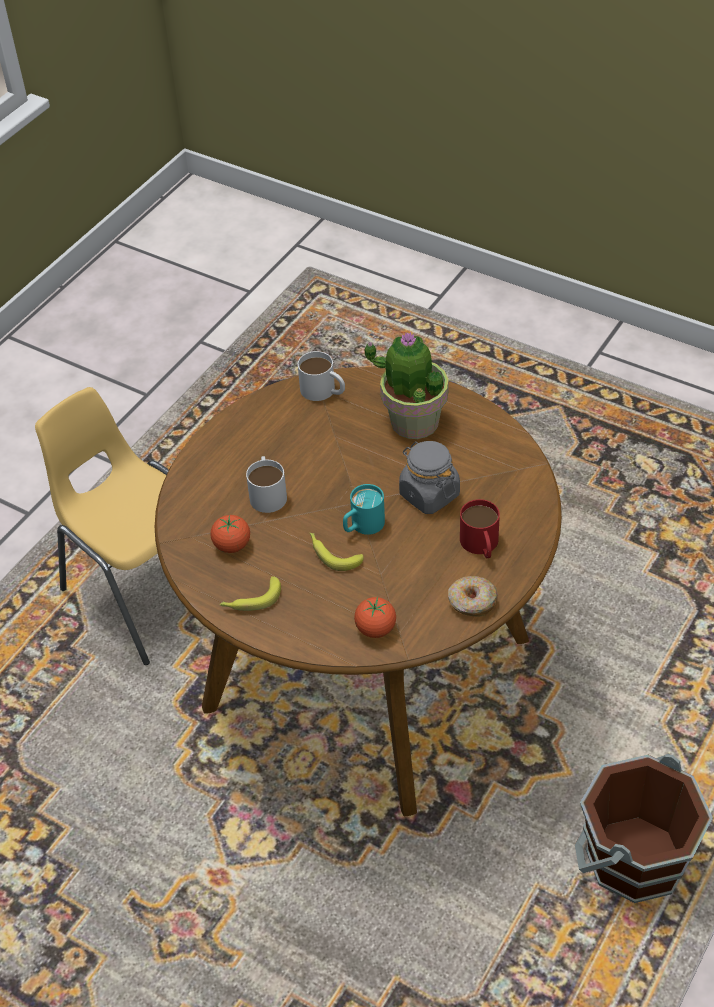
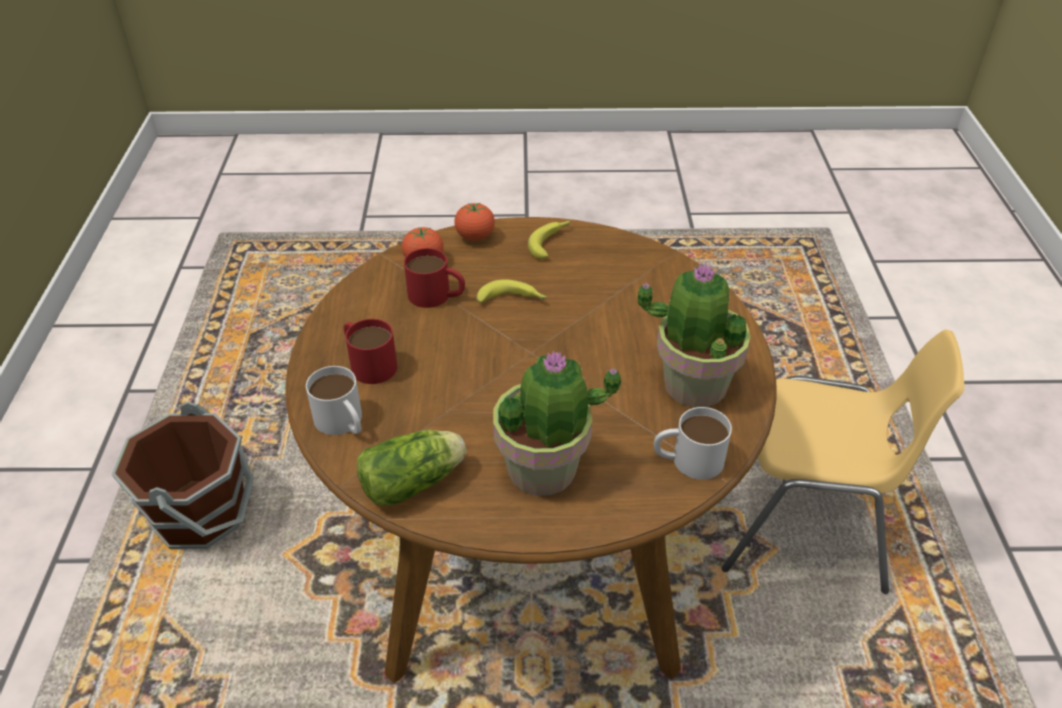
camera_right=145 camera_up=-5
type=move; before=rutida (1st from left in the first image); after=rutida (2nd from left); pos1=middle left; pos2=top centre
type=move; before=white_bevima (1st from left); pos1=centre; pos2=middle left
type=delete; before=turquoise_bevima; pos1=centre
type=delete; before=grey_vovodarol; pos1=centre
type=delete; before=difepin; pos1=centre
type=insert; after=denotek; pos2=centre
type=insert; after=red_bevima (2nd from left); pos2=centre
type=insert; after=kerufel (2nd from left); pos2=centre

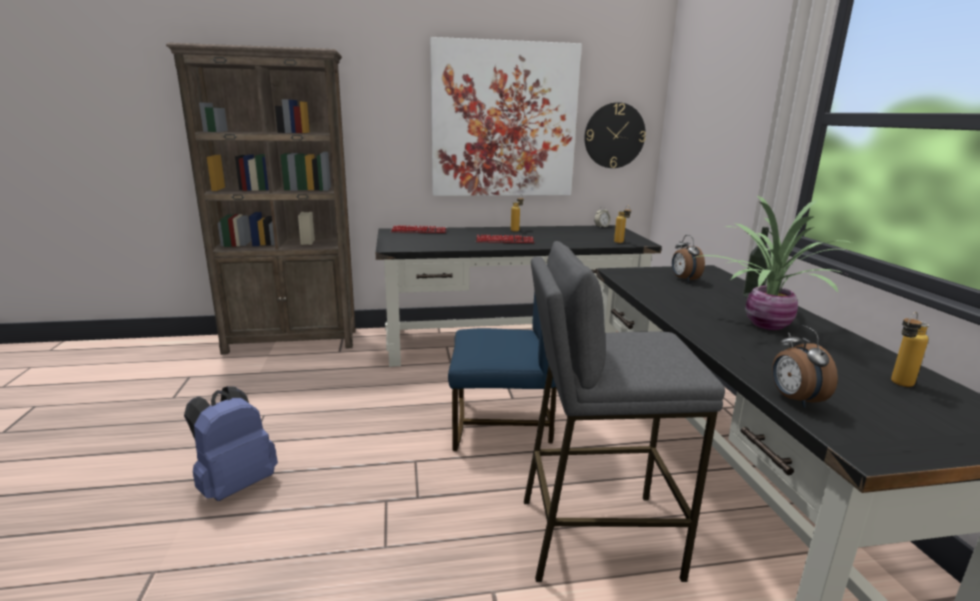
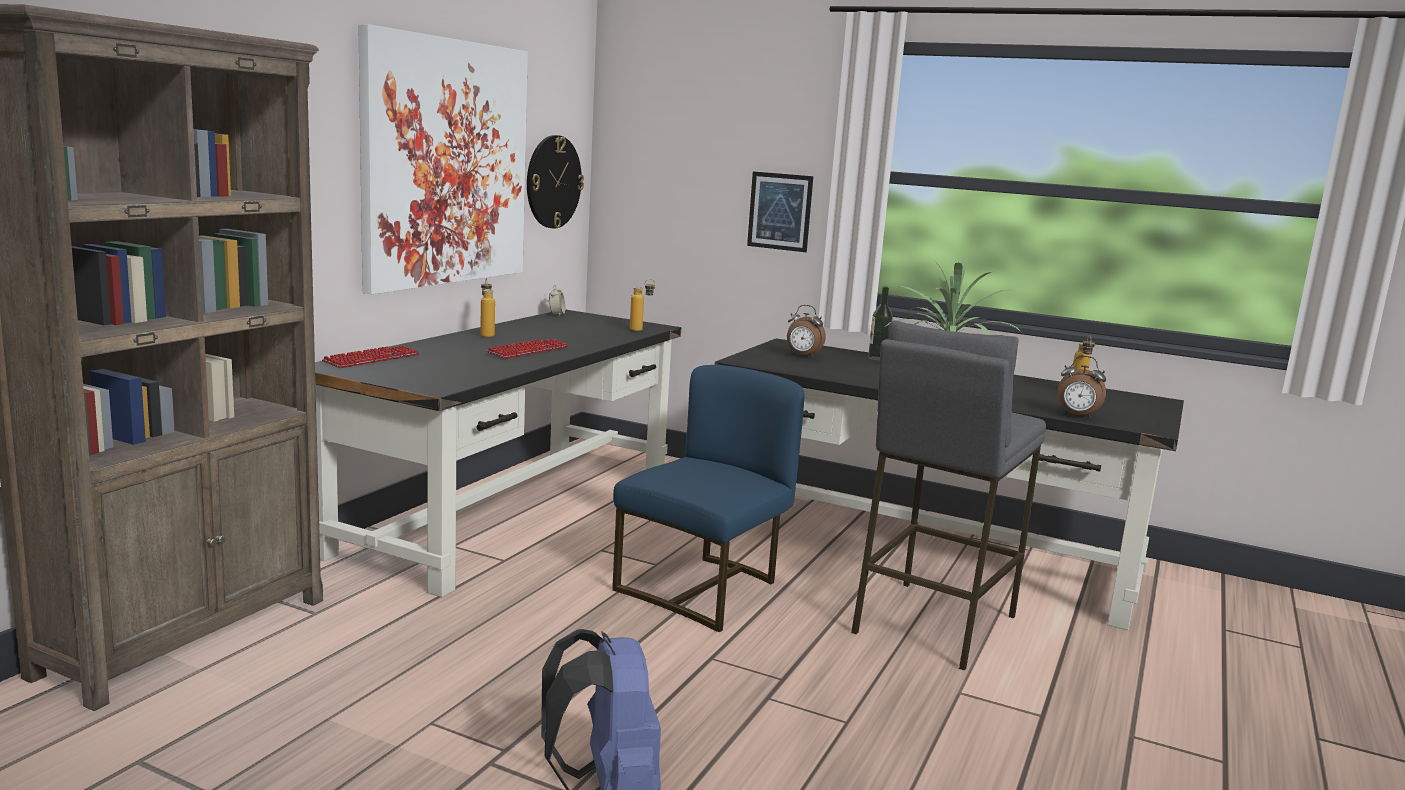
camera_right=-55 camera_up=-5
type=insert; after=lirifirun (2nd from left); pos2=top centre

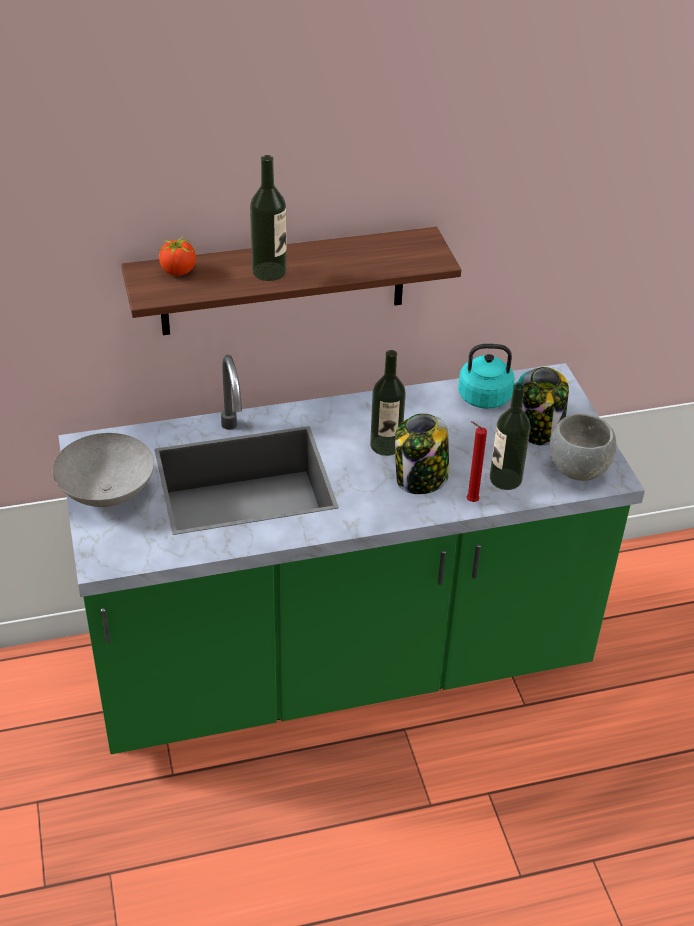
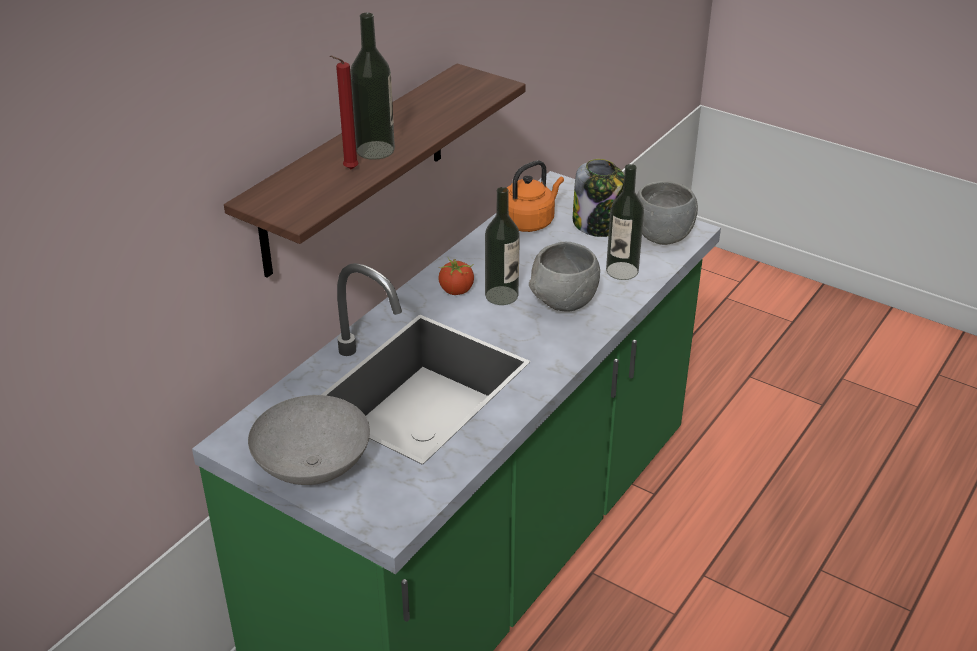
camera_right=-40 camera_up=-5
type=move; before=rutida; pos1=top left; pos2=centre
type=replace; before=vovodarol (1st from left); after=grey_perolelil (2nd from left); pos1=centre; pos2=centre
type=recolor; before=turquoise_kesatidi; after=orange_kesatidi; pos1=middle right; pos2=top centre
type=move; before=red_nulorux; pos1=middle right; pos2=top centre

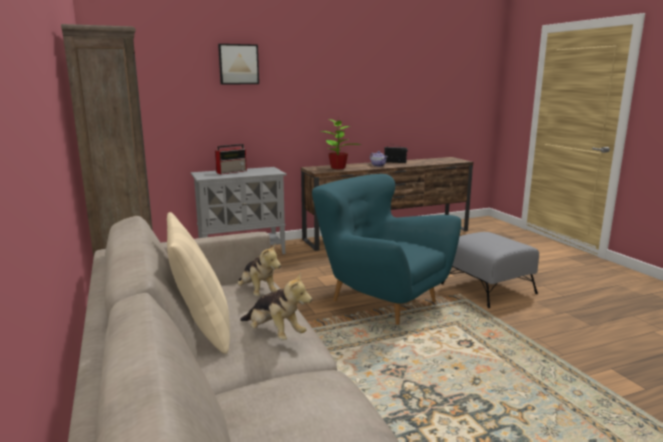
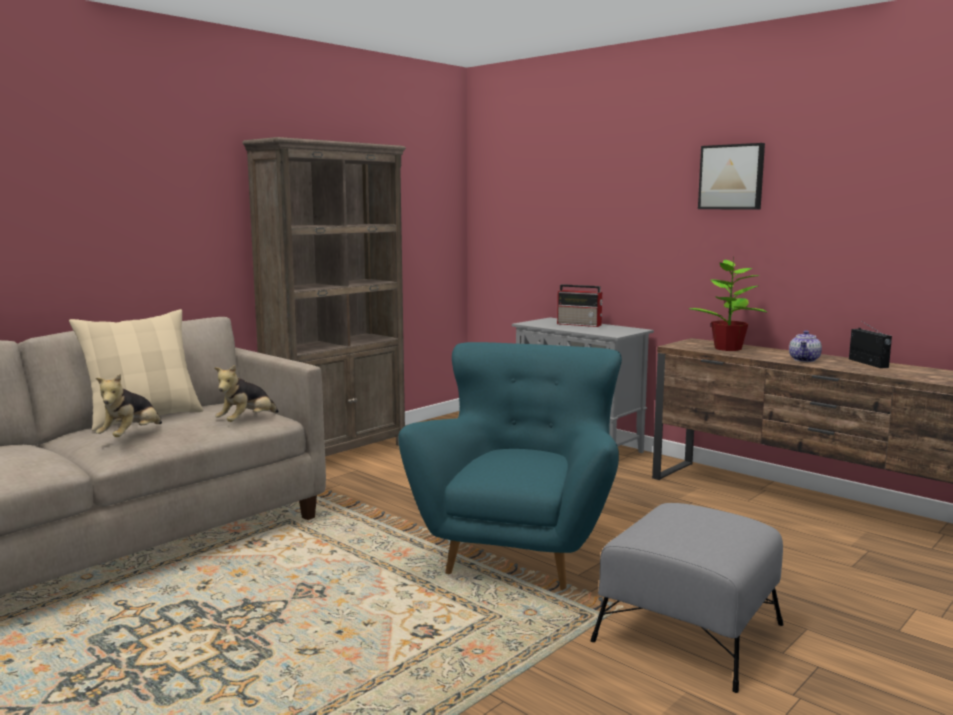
camera_right=65 camera_up=-5
type=move; before=lirifirun; pos1=top centre; pos2=top right

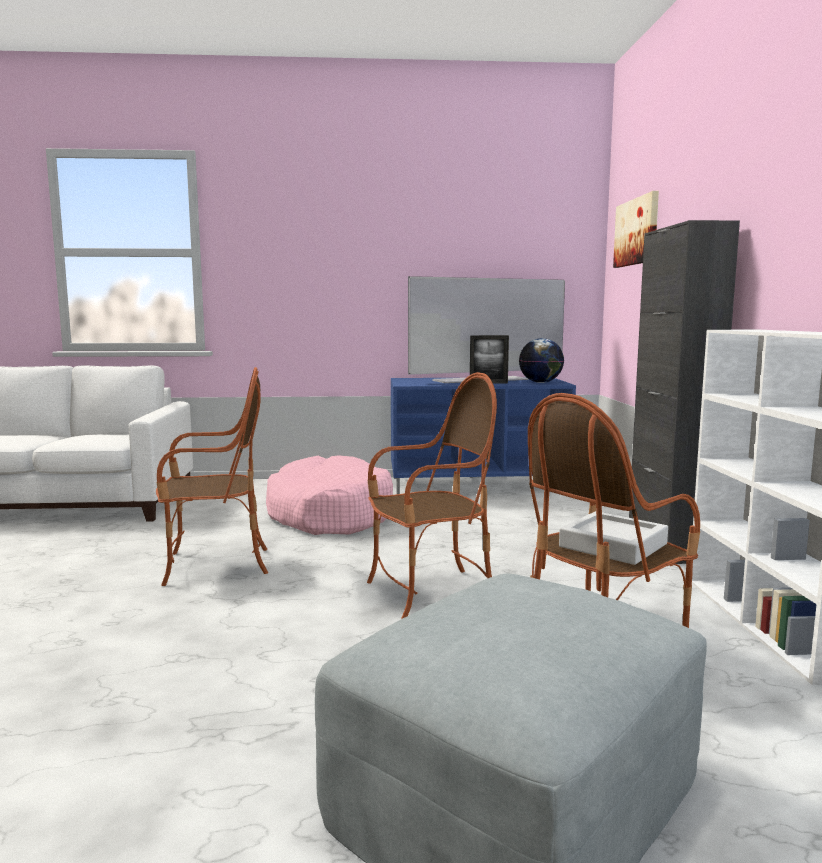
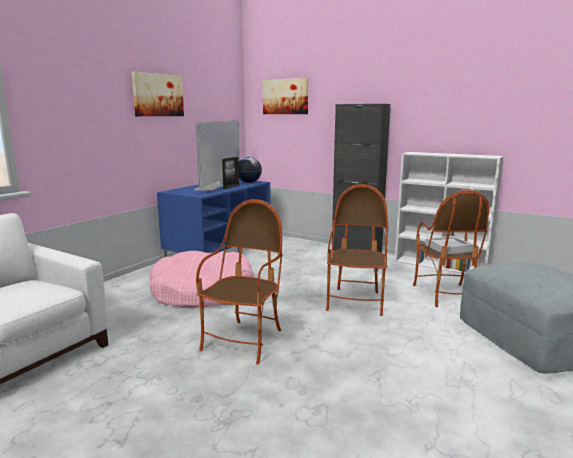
camera_right=-55 camera_up=5
type=insert; after=lirifirun (1st from left); pos2=top left

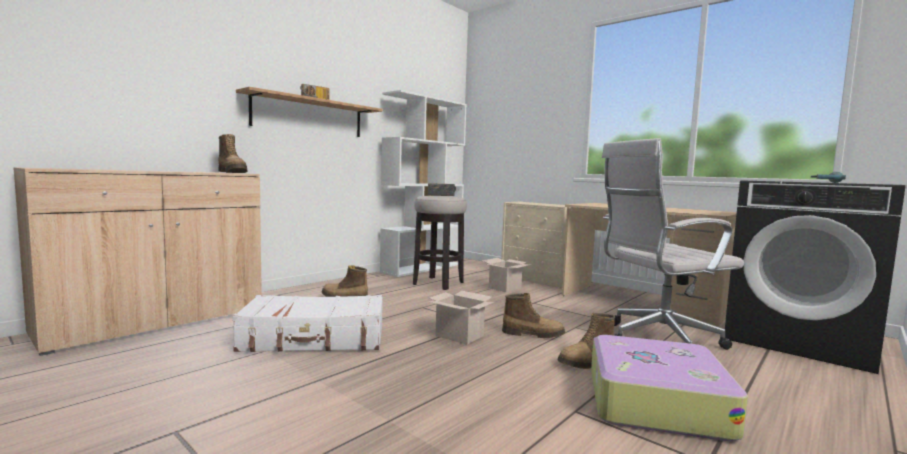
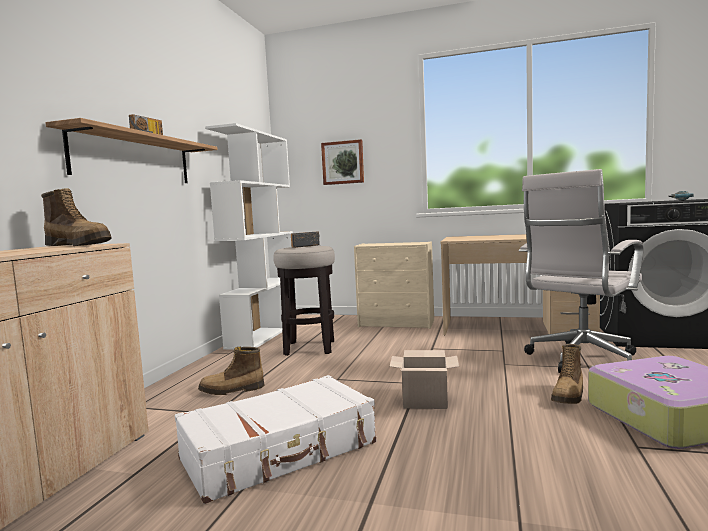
camera_right=-25 camera_up=0
type=delete; before=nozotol (2nd from left); pos1=centre
type=delete; before=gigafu (3rd from left); pos1=bottom centre
type=insert; after=lirifirun; pos2=top centre

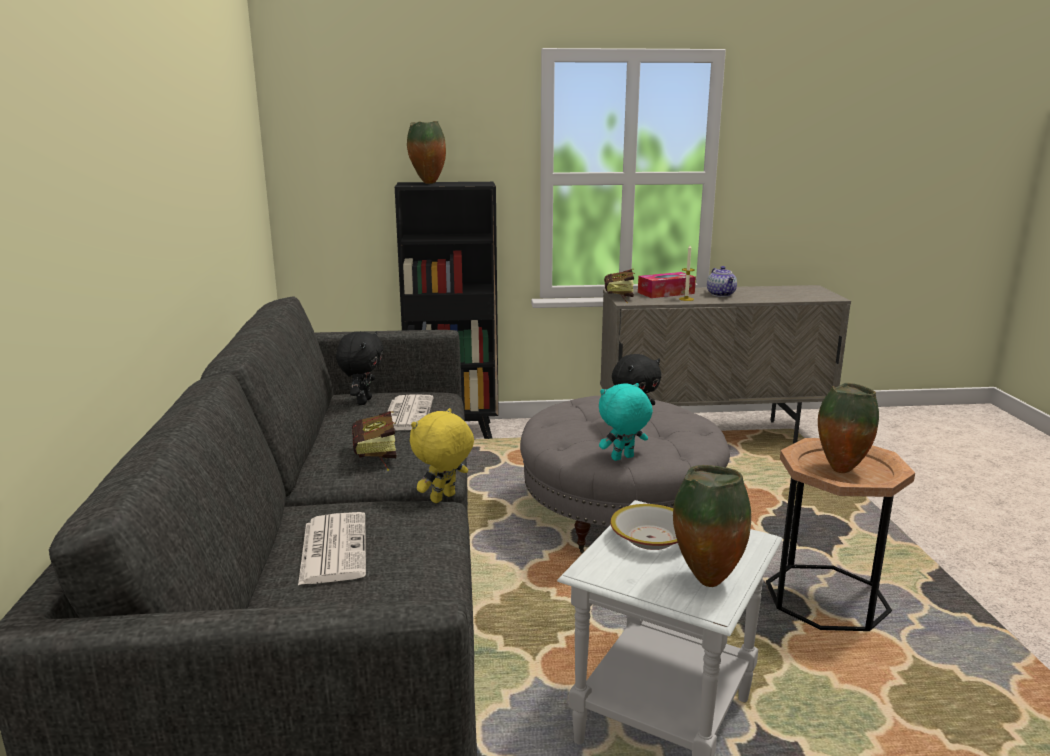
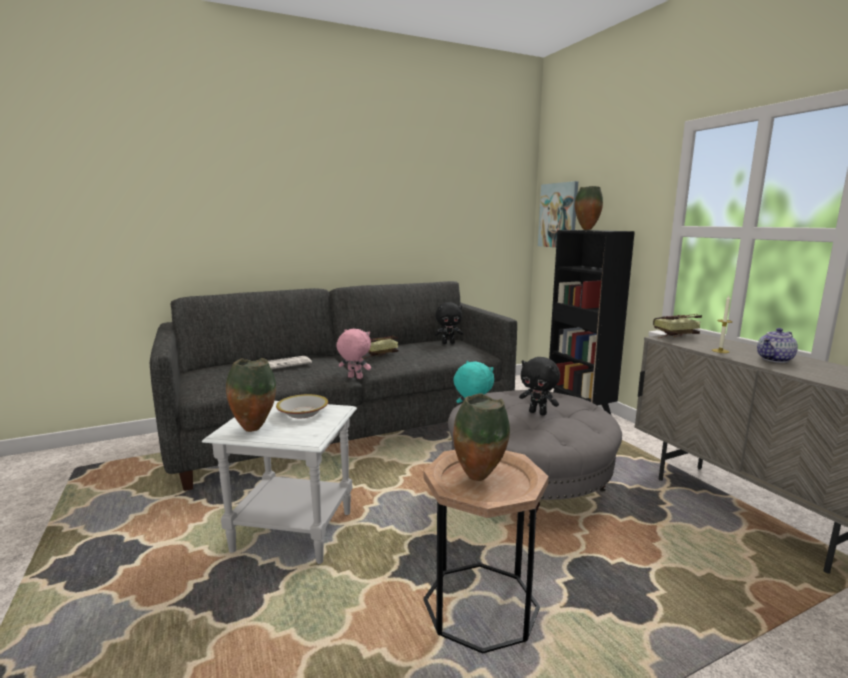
camera_right=70 camera_up=-5
type=delete; before=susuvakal (2nd from left); pos1=centre
type=recolor; before=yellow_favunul; after=pink_favunul; pos1=centre; pos2=centre
type=delete; before=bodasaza; pos1=centre
type=insert; after=lirifirun; pos2=top centre

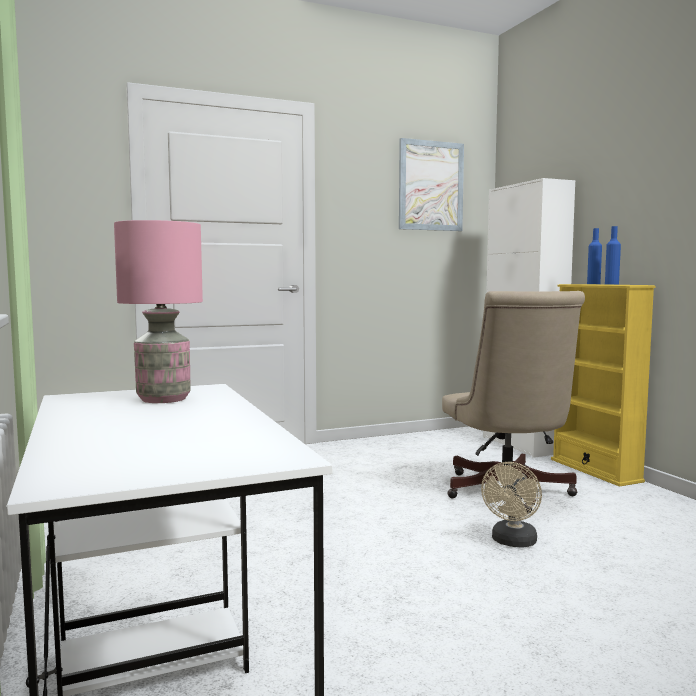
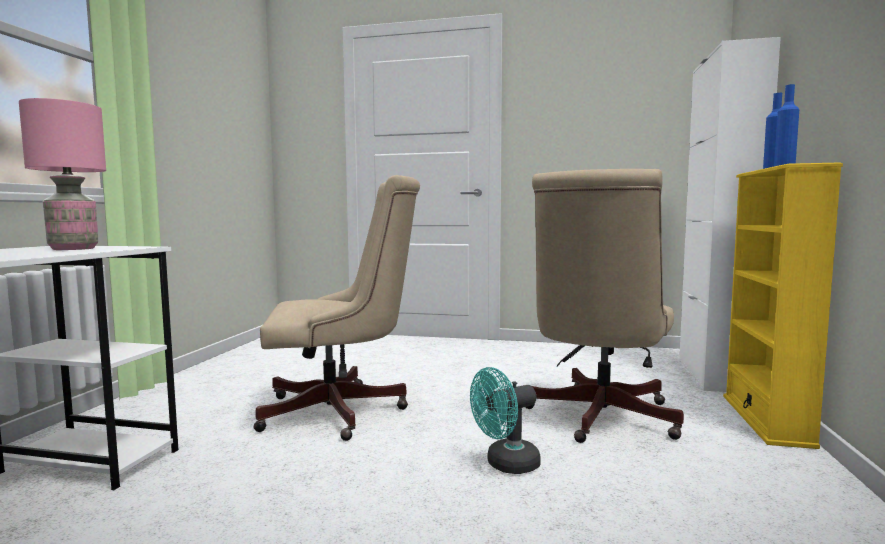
camera_right=35 camera_up=0
type=delete; before=lirifirun; pos1=top centre
type=recolor; before=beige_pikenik; after=turquoise_pikenik; pos1=bottom right; pos2=bottom centre
type=insert; after=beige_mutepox (1st from left); pos2=centre

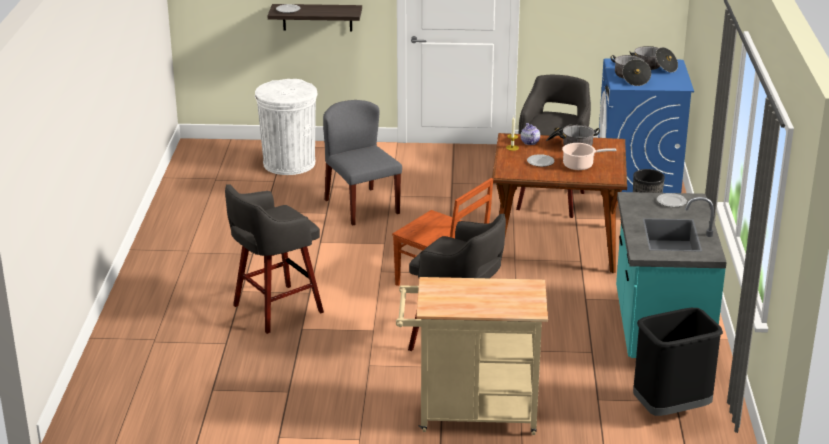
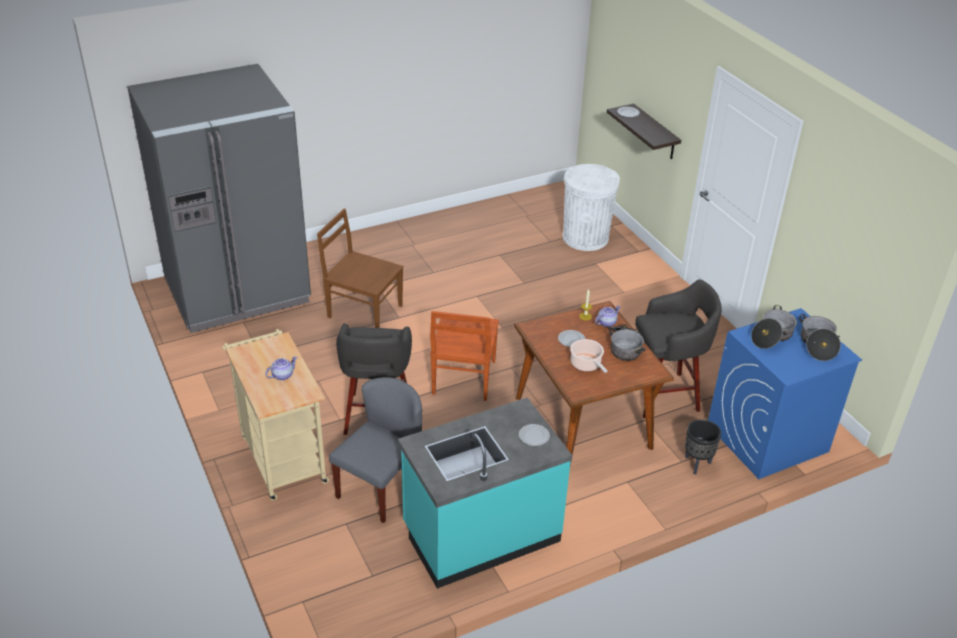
camera_right=60 camera_up=10
type=replace; before=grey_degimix (1st from left); after=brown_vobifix (1st from left); pos1=middle left; pos2=centre
type=move; before=grey_vobifix; pos1=centre; pos2=bottom centre
type=delete; before=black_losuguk; pos1=bottom right
type=insert; after=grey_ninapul; pos2=top left
type=insert; after=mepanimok (1st from left); pos2=middle left

